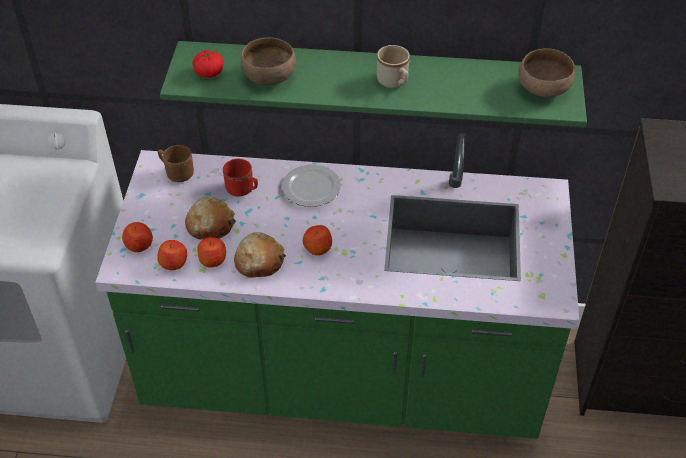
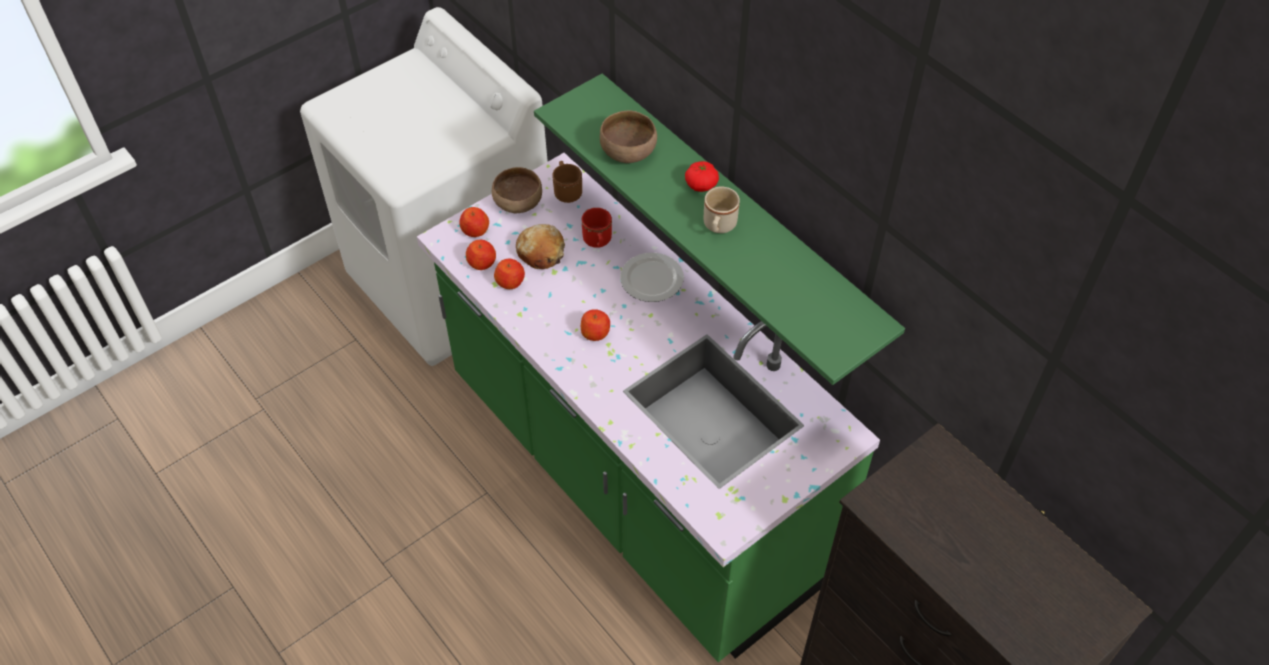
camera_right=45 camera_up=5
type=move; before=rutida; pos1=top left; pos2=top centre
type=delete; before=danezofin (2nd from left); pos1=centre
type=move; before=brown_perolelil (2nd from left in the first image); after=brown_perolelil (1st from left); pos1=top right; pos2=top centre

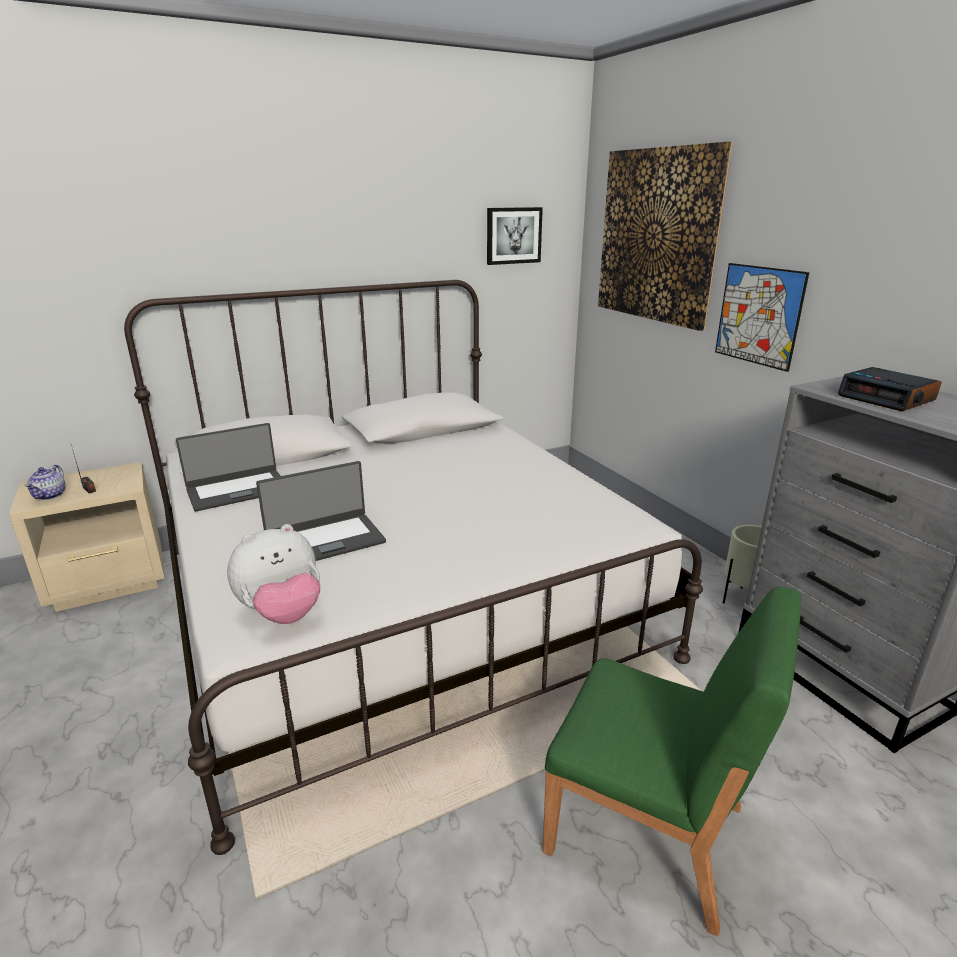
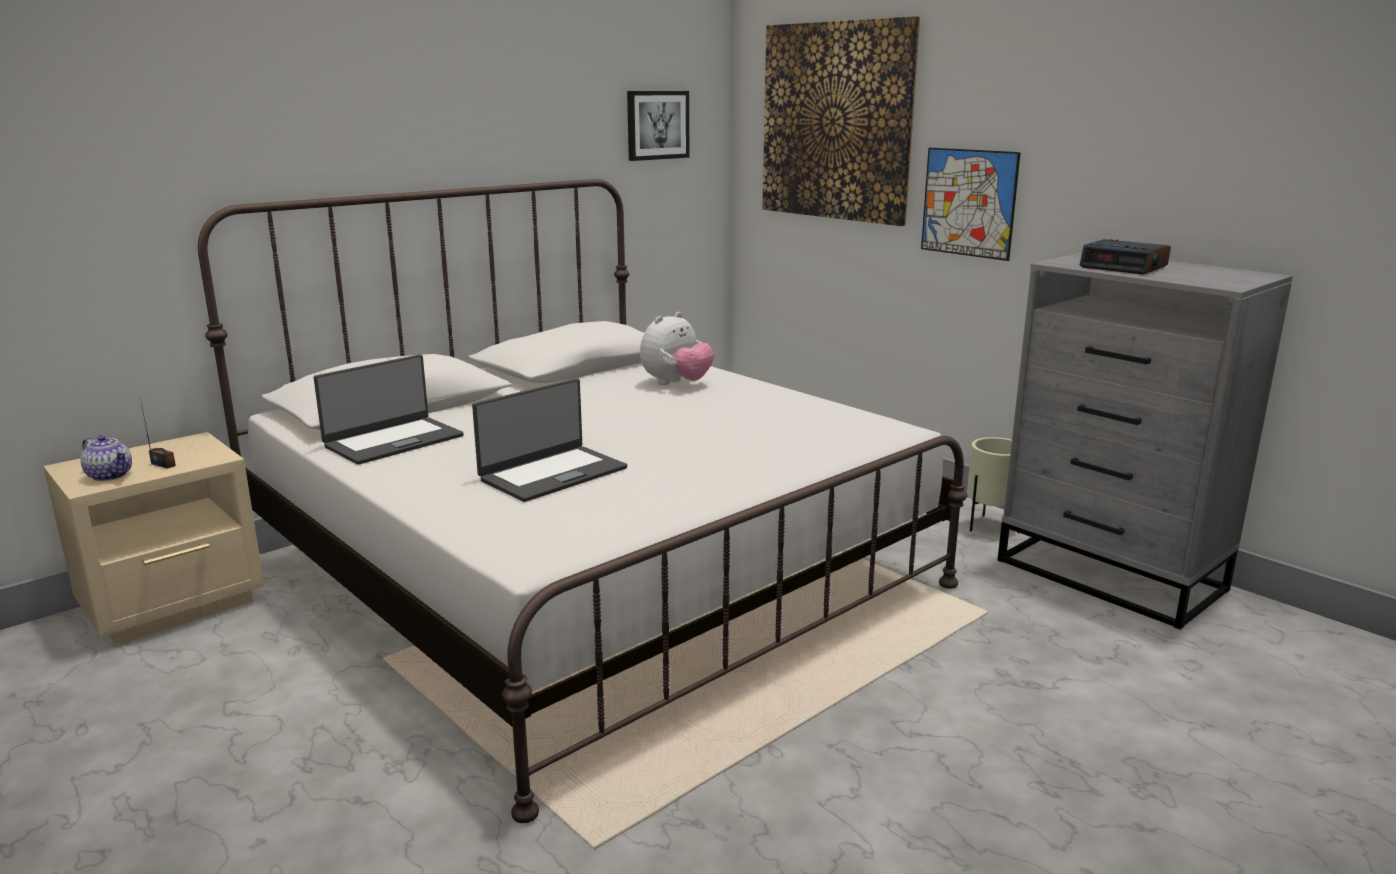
camera_right=-15 camera_up=-5
type=rotate; before=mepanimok; pos1=middle left; pos2=middle left; turn=-45
type=move; before=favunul; pos1=middle left; pos2=centre
type=delete; before=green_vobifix; pos1=bottom right

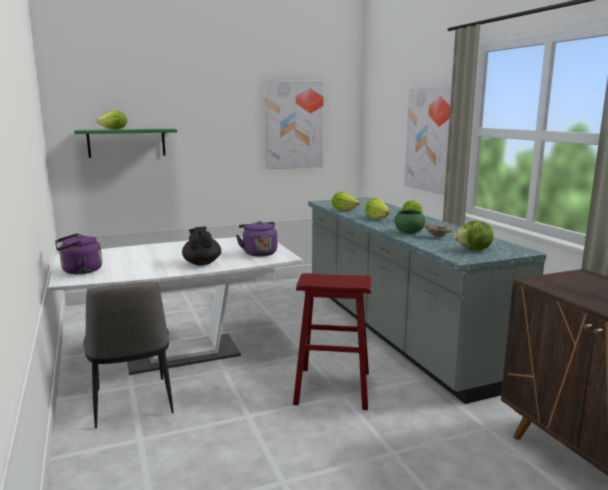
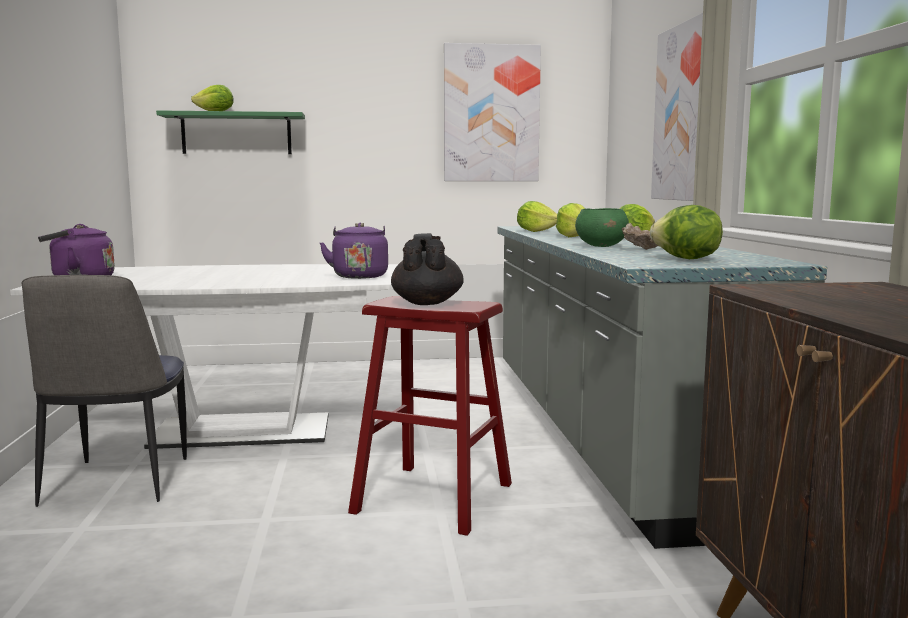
camera_right=15 camera_up=-5
type=move; before=black_mepanimok; pos1=middle left; pos2=centre

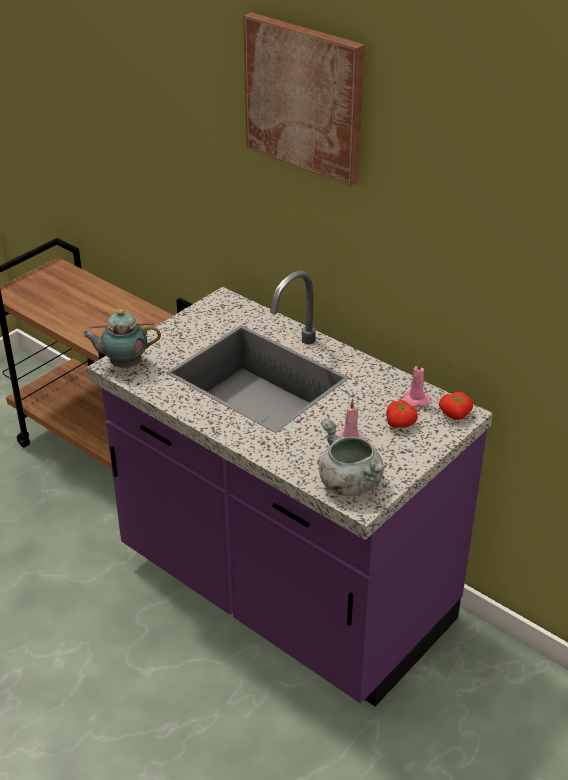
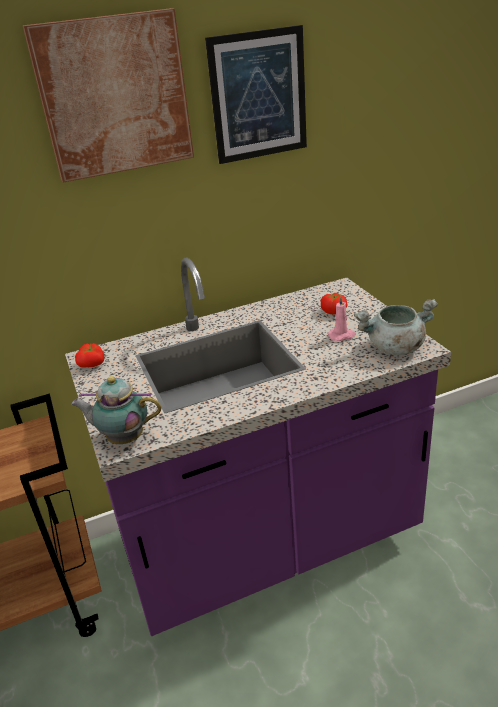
camera_right=-60 camera_up=-5
type=rotate; before=mepanimok; pos1=middle left; pos2=middle left; turn=75
type=delete; before=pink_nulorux (2nd from left); pos1=middle right
type=move; before=rutida (2nd from left in the first image); after=rutida (1st from left); pos1=middle right; pos2=middle left
type=insert; after=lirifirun (2nd from left); pos2=top centre

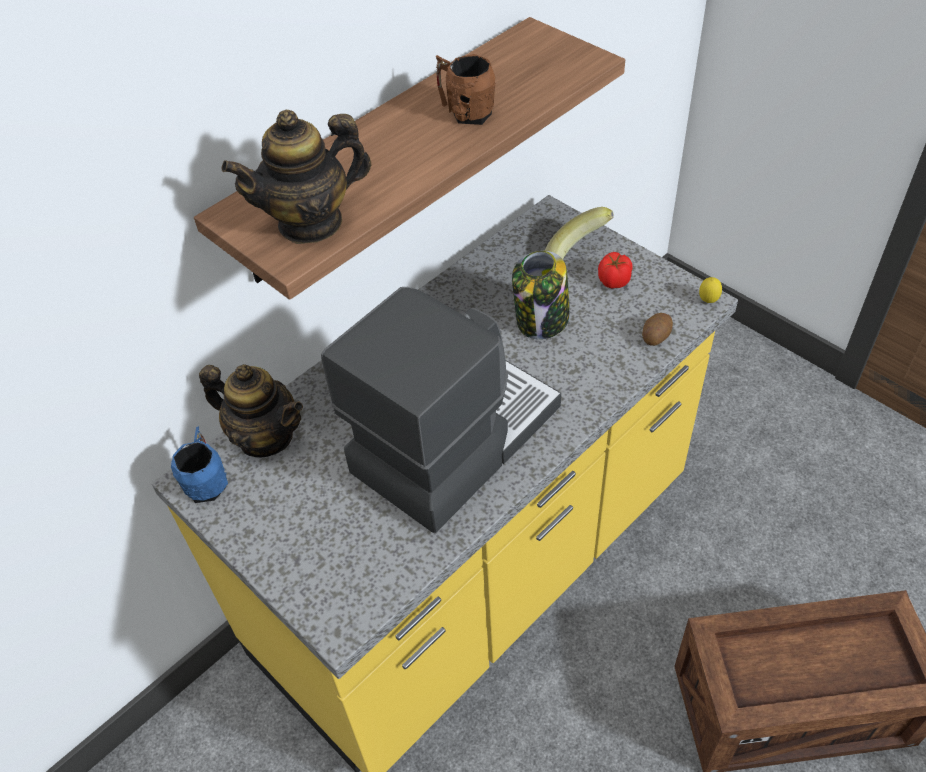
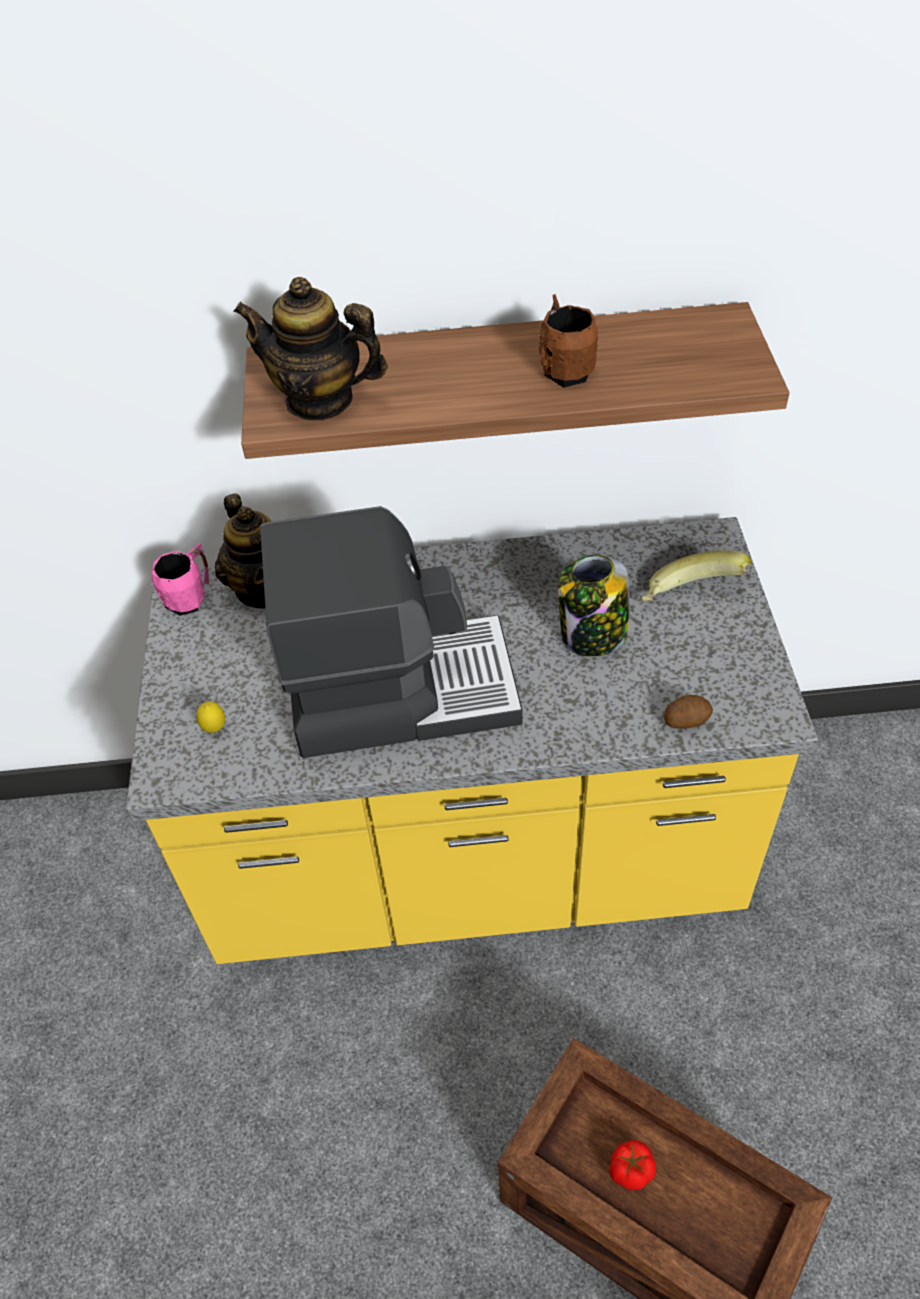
camera_right=40 camera_up=0
type=recolor; before=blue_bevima; after=pink_bevima; pos1=middle left; pos2=middle left
type=move; before=rutida; pos1=centre; pos2=bottom right
type=move; before=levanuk; pos1=middle right; pos2=middle left

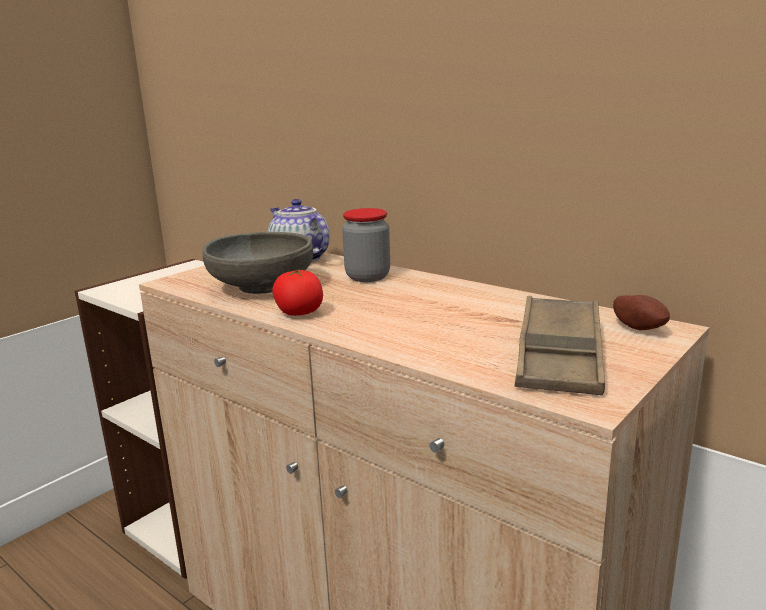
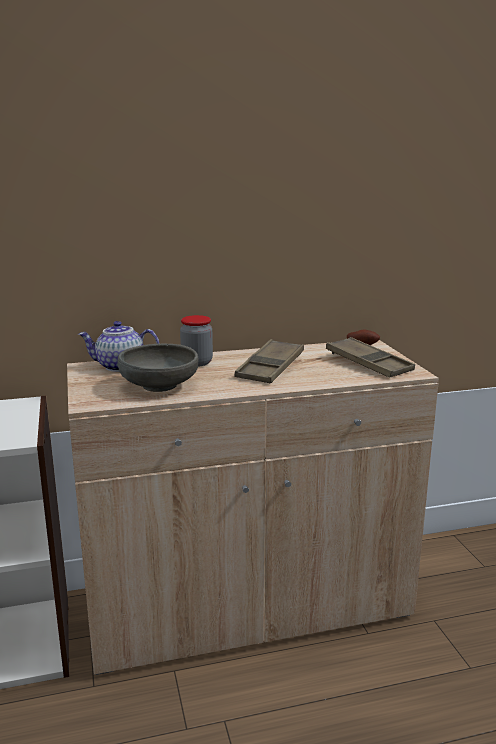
camera_right=-55 camera_up=0
type=delete; before=rutida; pos1=centre
type=insert; after=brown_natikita (1st from left); pos2=centre

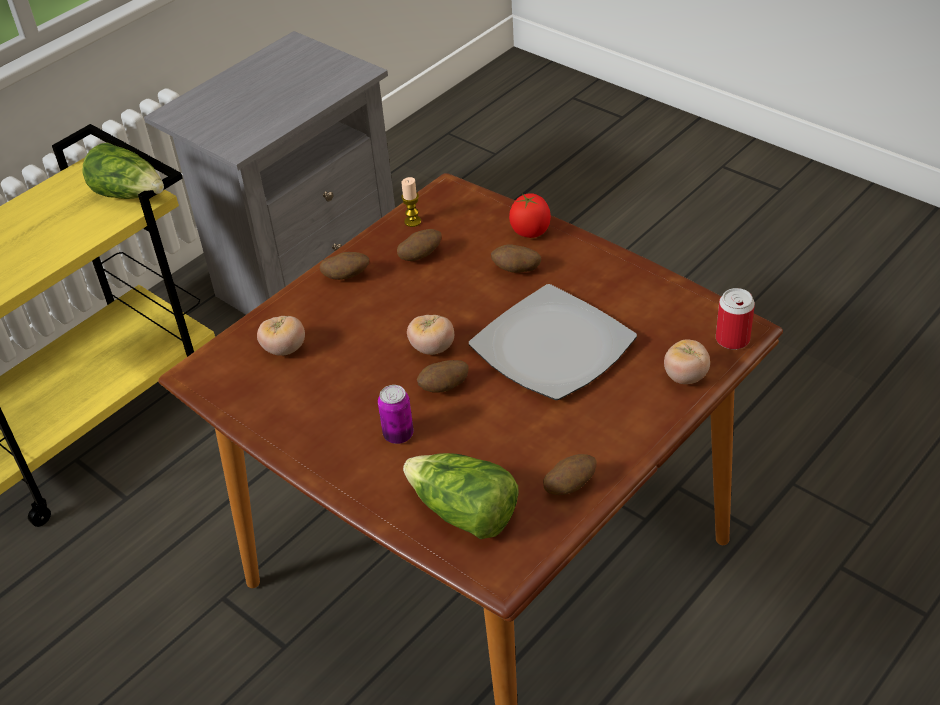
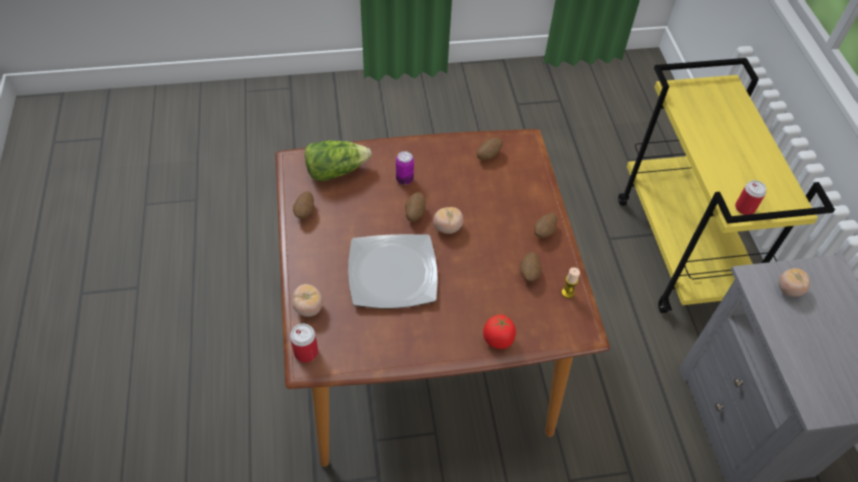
camera_right=125 camera_up=10
type=replace; before=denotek (1st from left); after=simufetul (3rd from left); pos1=top left; pos2=middle right
type=move; before=rutida (1st from left in the first image); after=rutida (4th from left); pos1=middle left; pos2=middle right
type=move; before=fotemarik (4th from left in the first image); after=fotemarik (3rd from left); pos1=centre; pos2=top centre

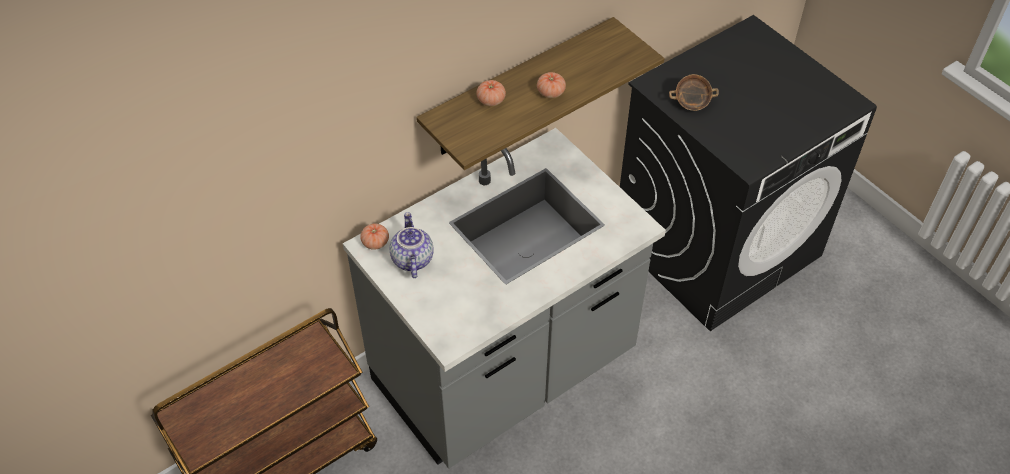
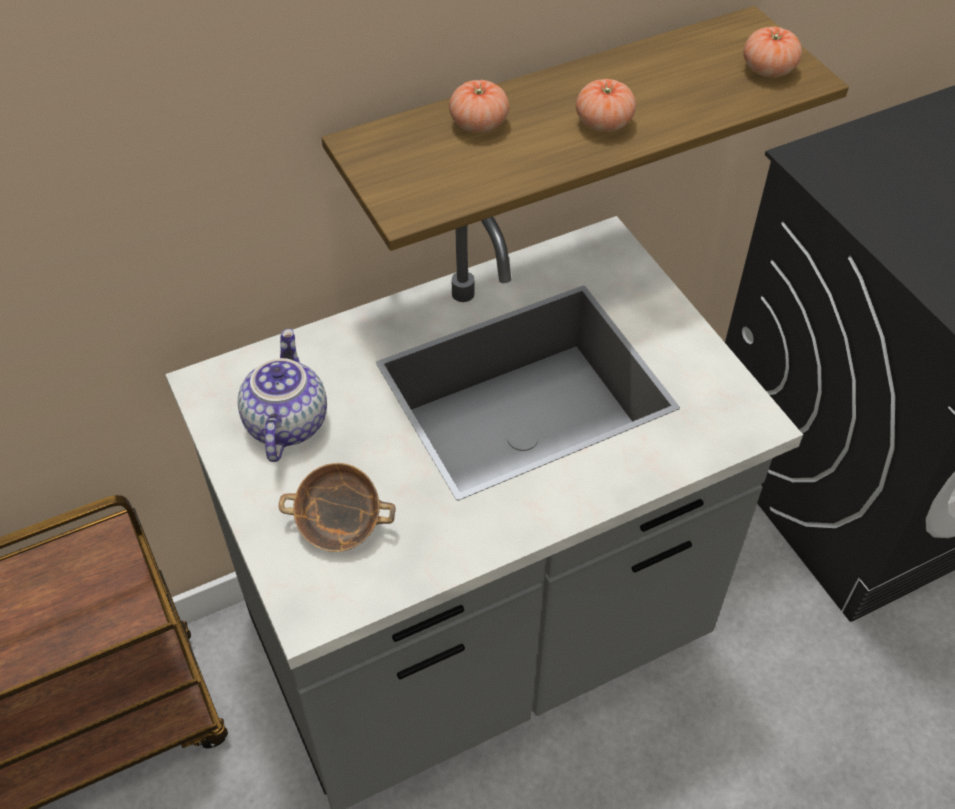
camera_right=10 camera_up=0
type=move; before=rutida (1st from left in the first image); after=rutida (3rd from left); pos1=centre; pos2=top right
type=move; before=perolelil; pos1=top right; pos2=centre

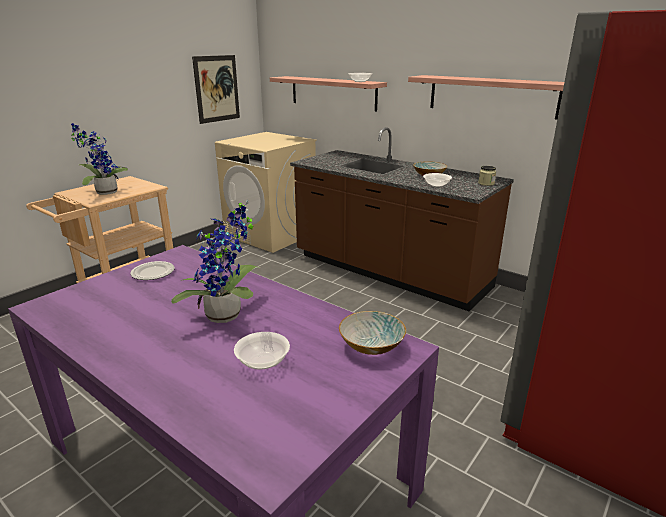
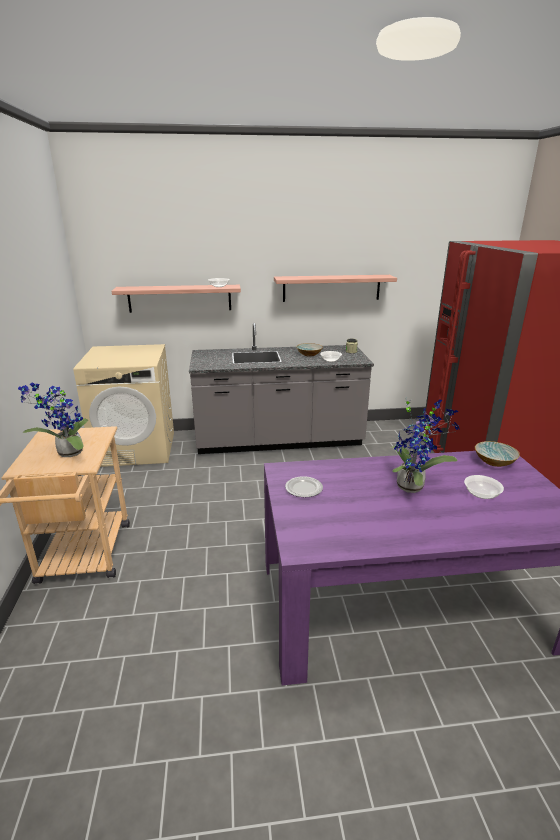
camera_right=-45 camera_up=0
type=delete; before=lirifirun; pos1=top left
type=recolor; before=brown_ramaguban; after=grey_ramaguban; pos1=centre; pos2=centre

